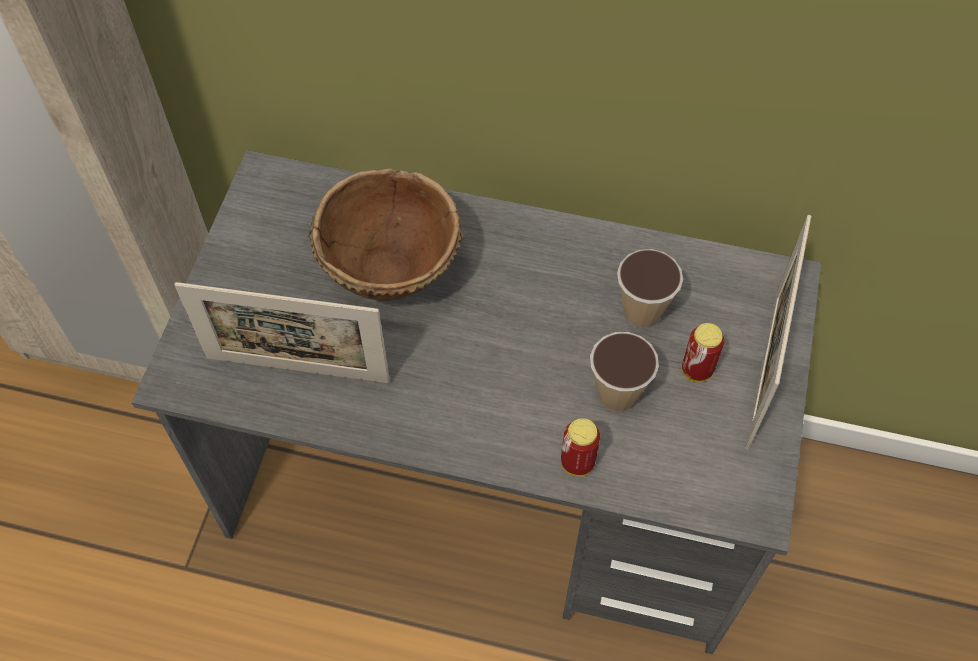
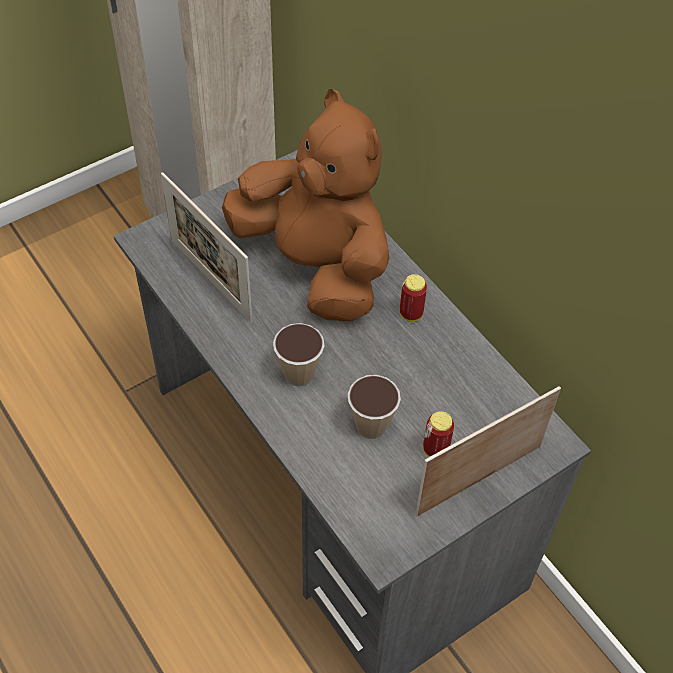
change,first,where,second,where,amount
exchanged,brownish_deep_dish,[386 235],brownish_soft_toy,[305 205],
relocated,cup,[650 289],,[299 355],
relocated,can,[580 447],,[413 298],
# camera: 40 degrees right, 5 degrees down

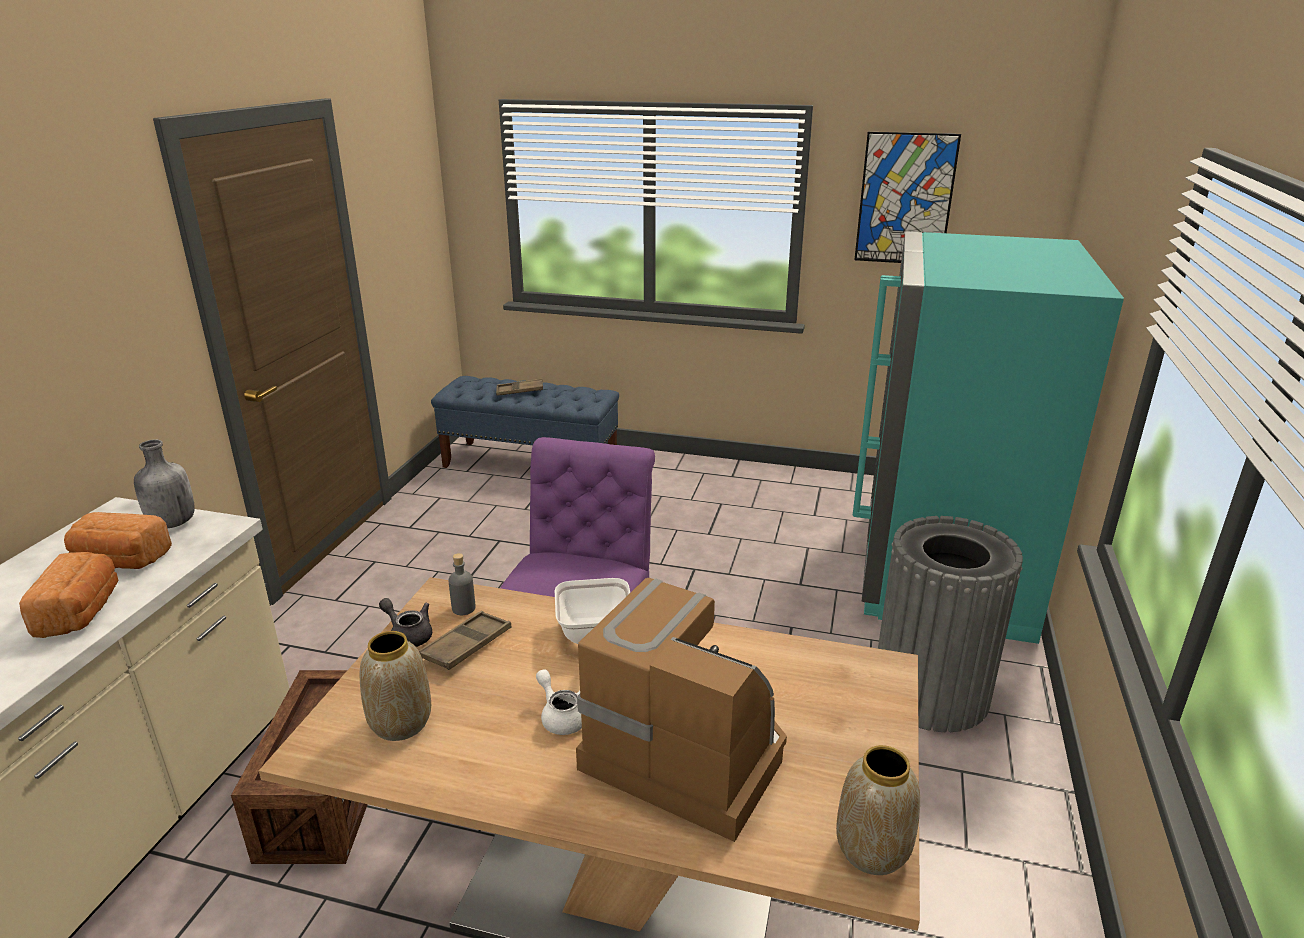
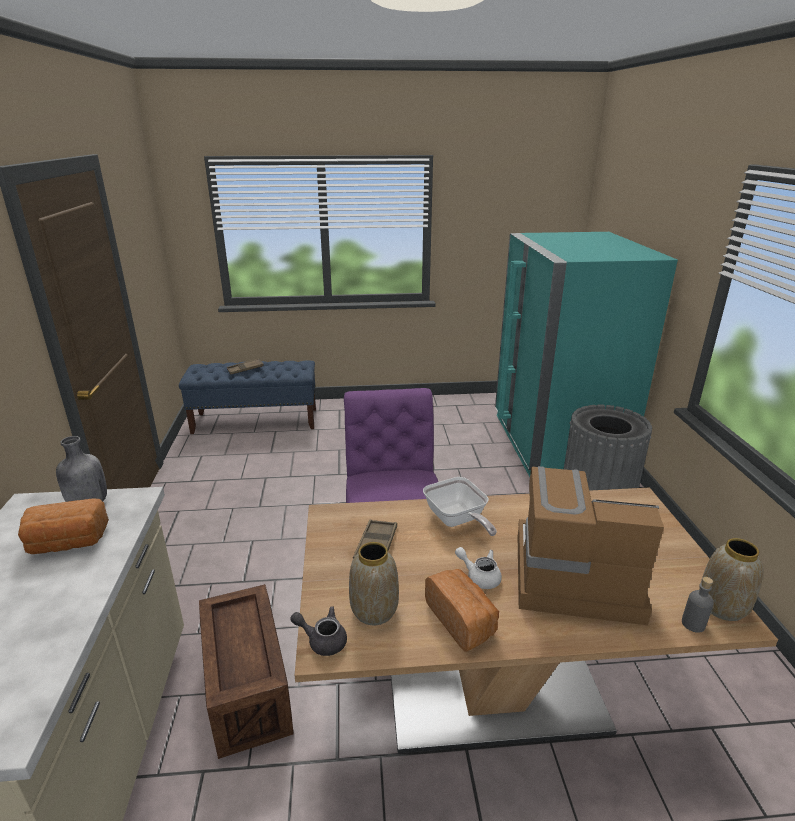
change,first,where,second,where,amount
relocated,gray_teapot,[405 622],,[318 631],
relocated,bakery_bread,[69 595],,[462 610],
relocated,gray_beverage_bottle,[462 584],,[698 605],
missing,wall_picture,[907 197],,,
# camera: 20 degrees left, 0 degrees up

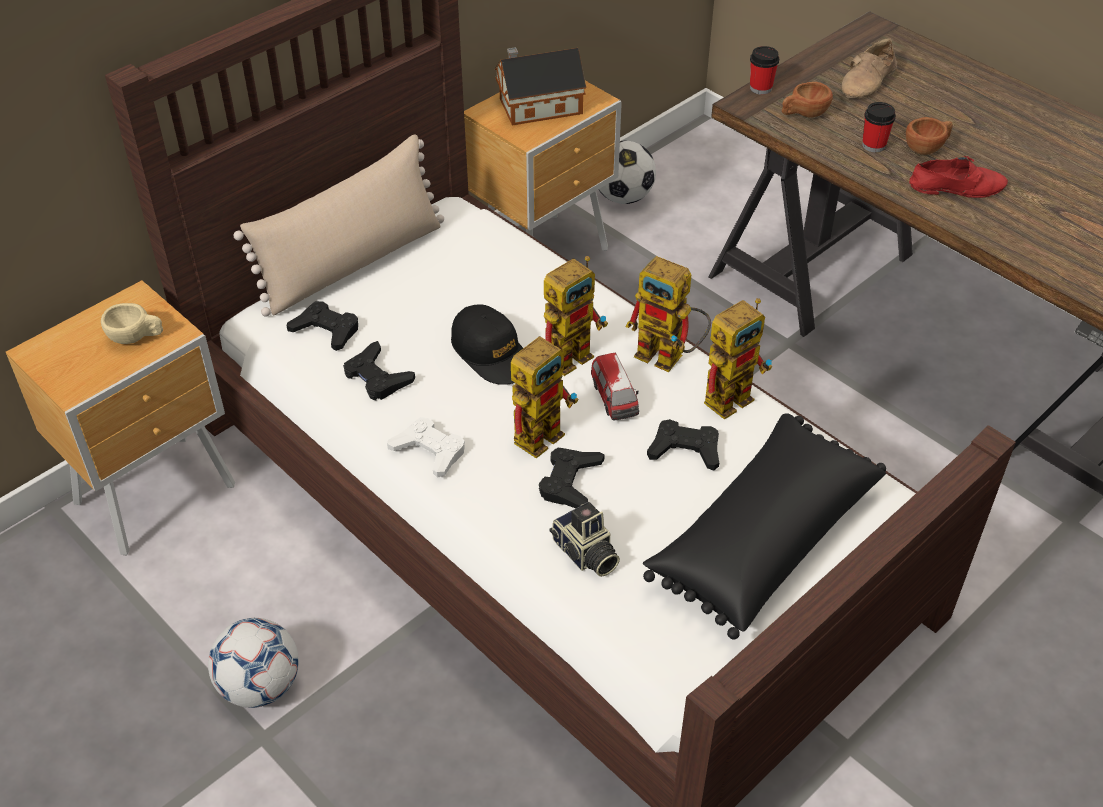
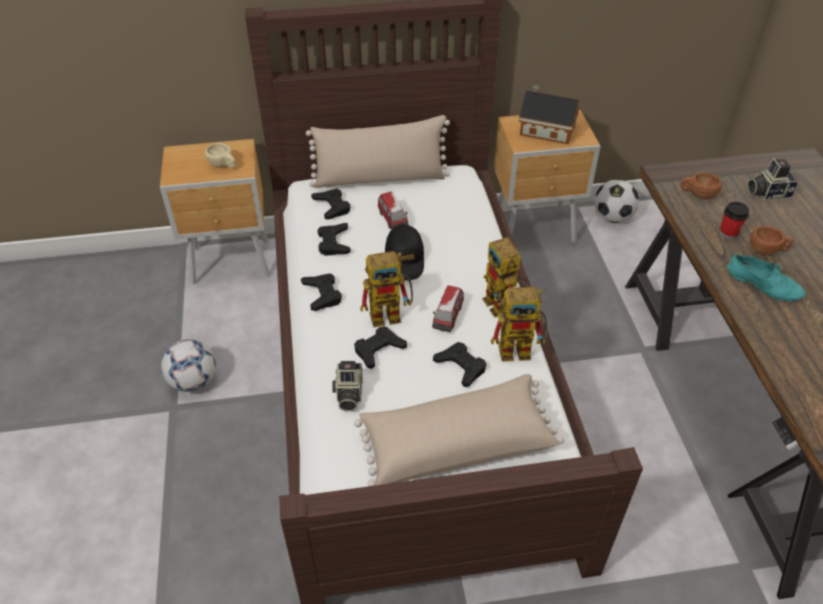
change,first,where,second,where,amount
colour,white-coloured_game_controller,[426 447],blackish_game_controller,[321 292],
colour,blackish_throw_pillow,[764 526],sand-coloured_throw_pillow,[459 430],
appeared,,,model_car,[393 210],
colour,reddish_low_shoe,[958 177],blue-green_low_shoe,[766 277],
exchanged,sand-coloured_low_shoe,[869 68],still_camera,[772 179],
missing,model_robot,[576 316],,,
missing,cup,[764 70],,,
# camera: 35 degrees right, 0 degrees up

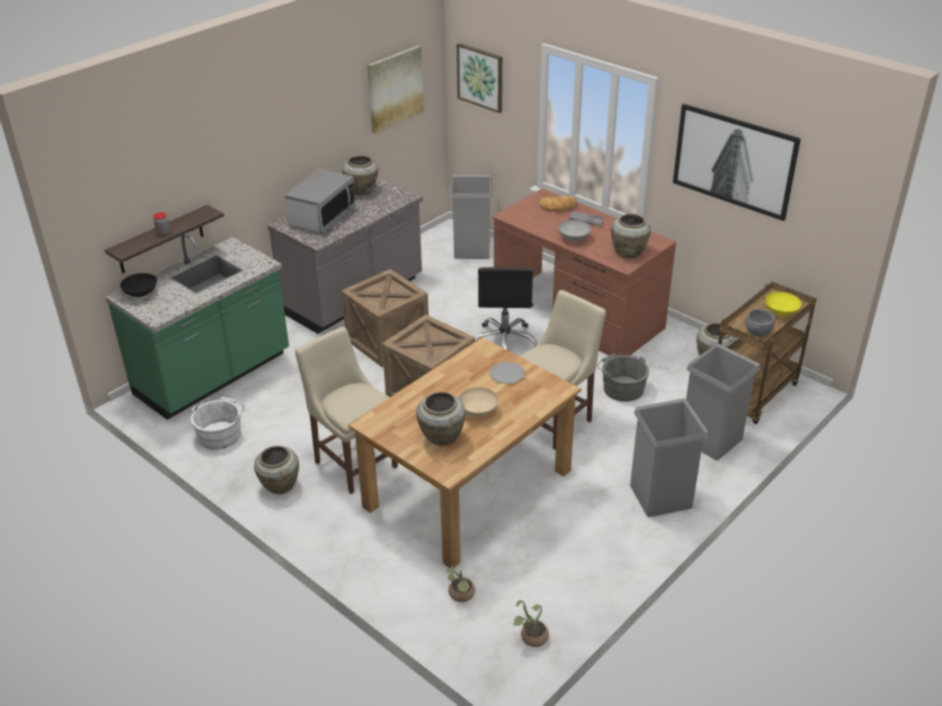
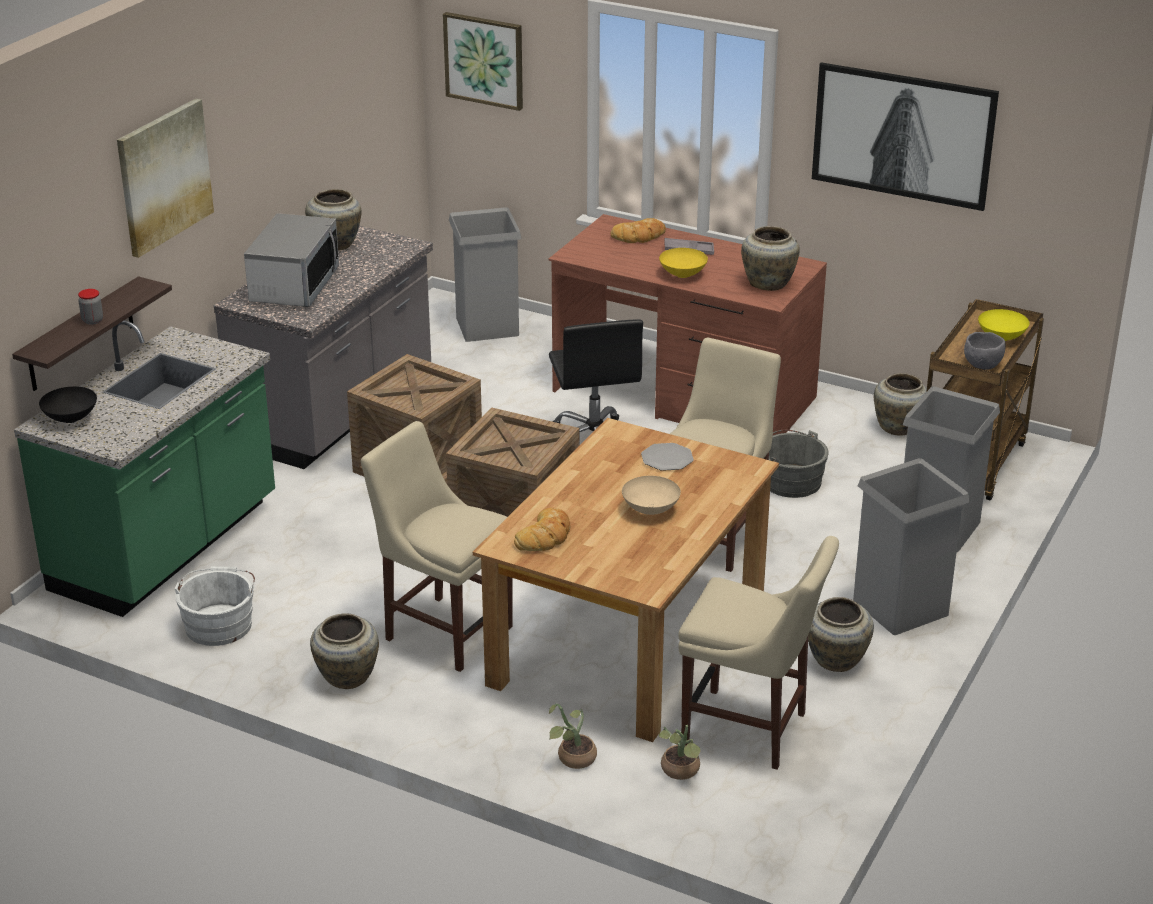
change,first,where,second,where,amount
relocated,wall_picture,[395 89],,[165 178],
appeared,,,bakery_bread,[542 529],
relocated,plant_in_a_pot,[531 623],,[573 736],
colour,gray_deep_dish,[574 230],yellow_deep_dish,[683 263],
appeared,,,sand-coloured_chair,[758 653],
relocated,sand-coloured_decorative_vase,[441 419],,[841 634],
# camera: 15 degrees left, 5 degrees down

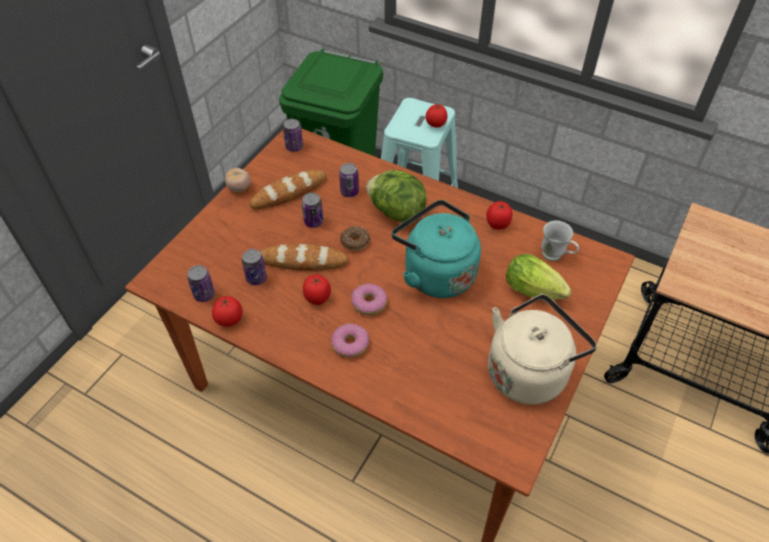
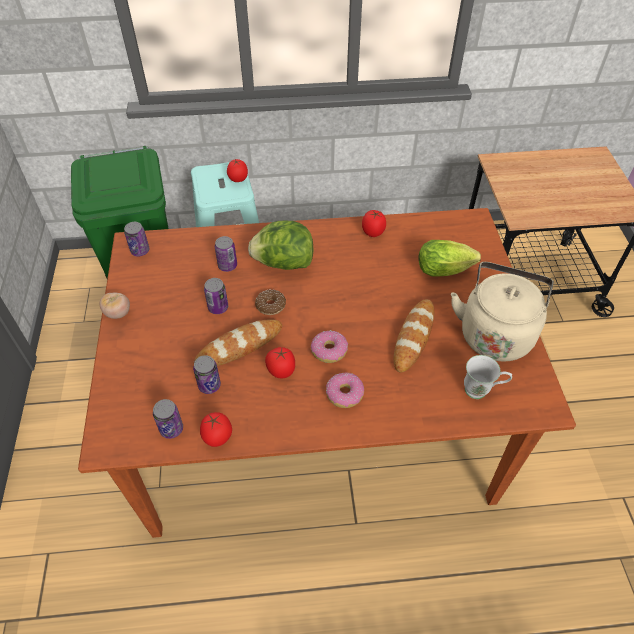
change,first,where,second,where,amount
relocated,bakery_bread,[287 189],,[414 335],
relocated,white-coloured_coffee_mug,[560 240],,[488 377],
missing,blue-green_kettle,[436 249],,,
# camera: 35 degrees left, 0 degrees up

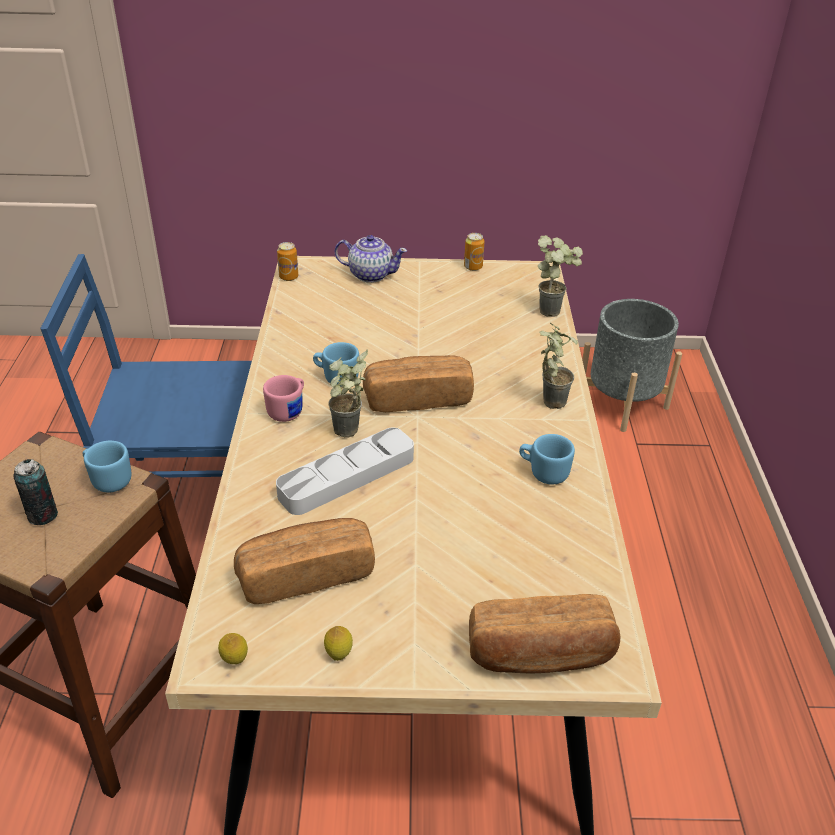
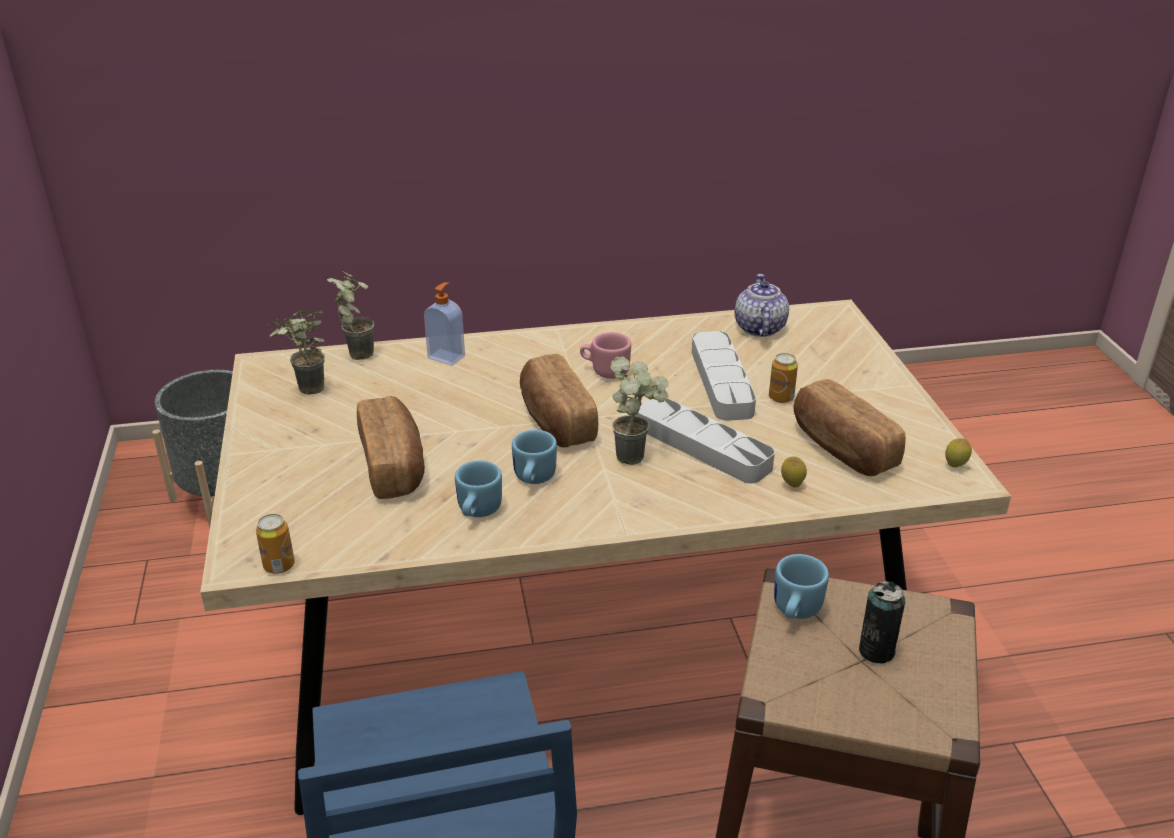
change,first,where,second,where,amount
relocated,plant_in_a_pot,[559 366],,[296 352],
relocated,bakery_bread,[544 633],,[391 447],
appeared,,,liquid_soap_bottle,[444 324],
relocated,blue-coloured_coffee_mug,[547 459],,[478 488],
relocated,pinkish_coffee_mug,[283 398],,[605 355],
appeared,,,gray_carrying_tray,[724 376],
relocated,teapot,[371 259],,[762 305],
relocated,can,[474 252],,[783 378],
relocated,lemon,[338 643],,[794 471],
# camera: 100 degrees left, 5 degrees down

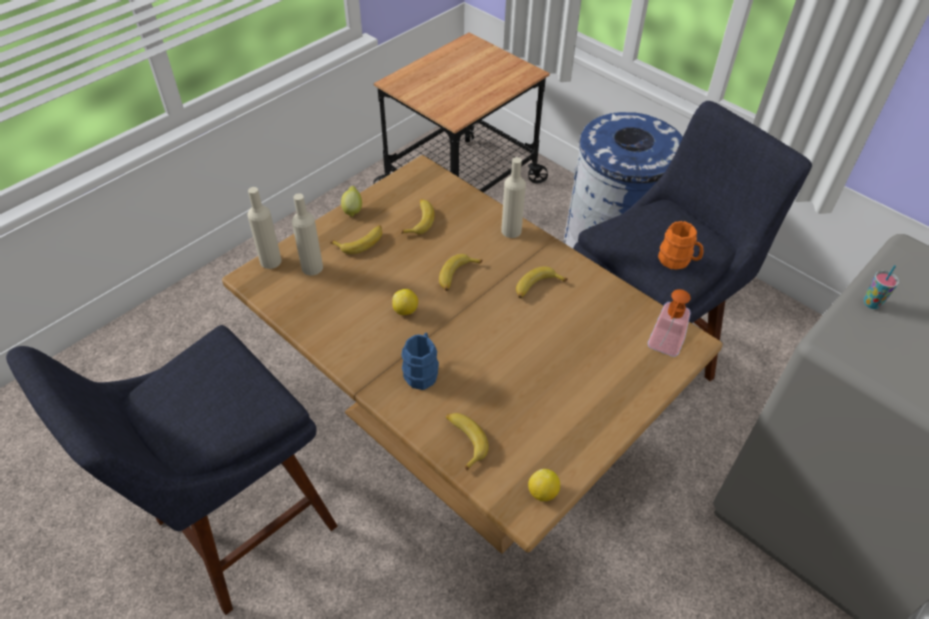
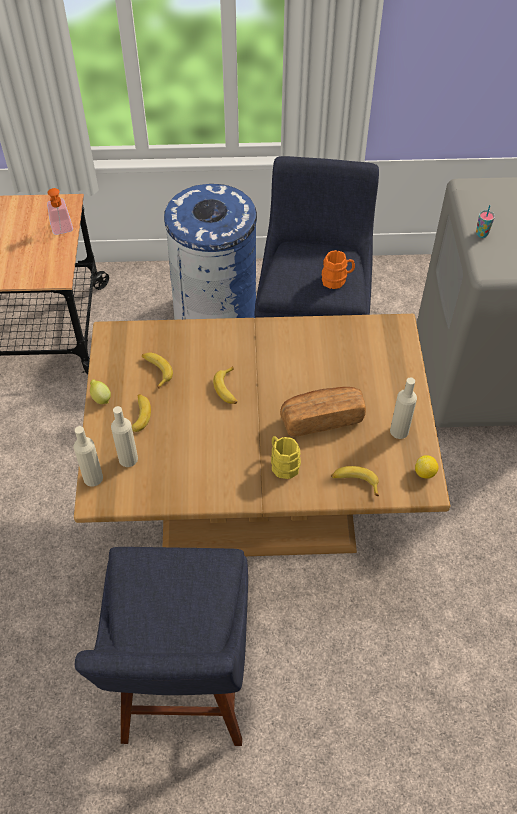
change,first,where,second,where,amount
relocated,liquid_soap_bottle,[669 323],,[60 211],
colour,blue-coloured_coffee_mug,[420 361],yellow_coffee_mug,[286 457],
appeared,,,bakery_bread,[323 411],
relocated,sand-coloured_beverage_bottle,[513 197],,[403 408],
missing,lemon,[405 302],,,
missing,whole_banana,[542 282],,,
# camera: 45 degrees left, 5 degrees up

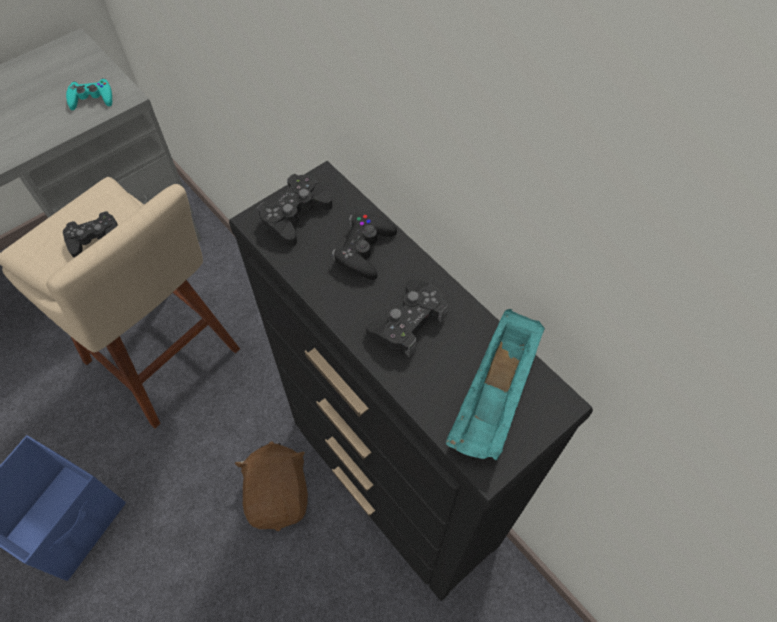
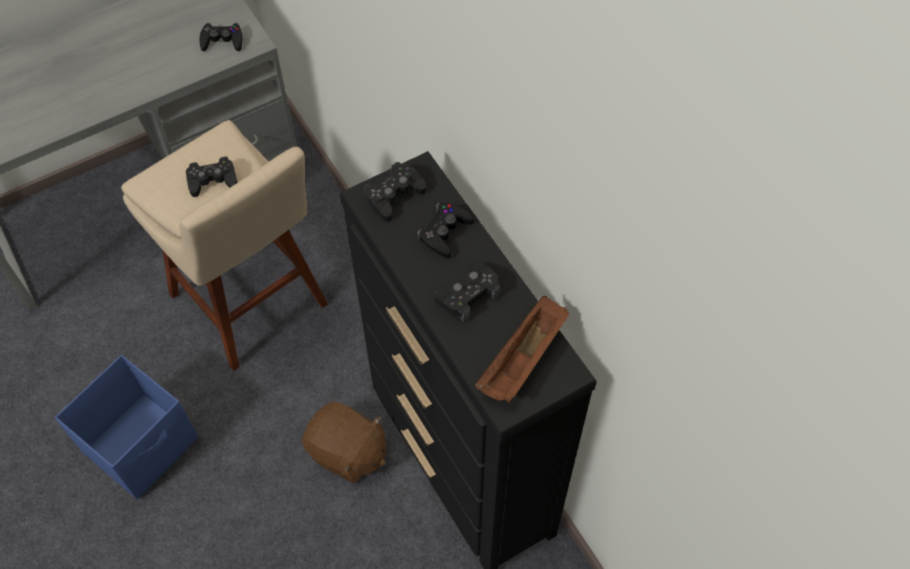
change,first,where,second,where,amount
colour,blue-green_game_controller,[89 94],blackish_game_controller,[221 37],
spun,brownish_soft_toy,[271 486],,[344 442],120 degrees clockwise
colour,blue-green_carrying_tray,[495 384],brownish_carrying_tray,[522 349],
# camera: 10 degrees right, 0 degrees up

